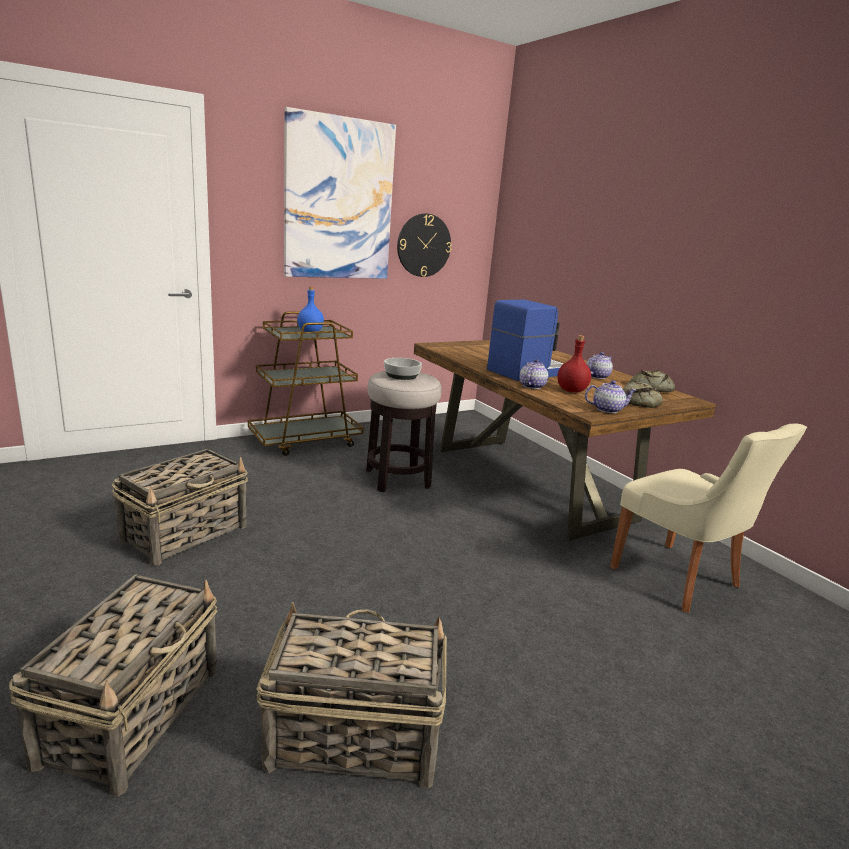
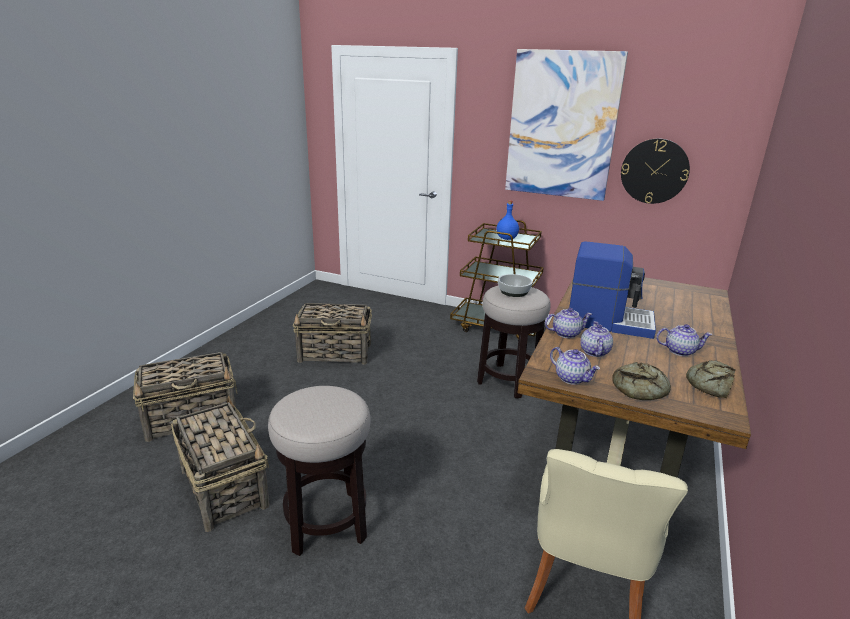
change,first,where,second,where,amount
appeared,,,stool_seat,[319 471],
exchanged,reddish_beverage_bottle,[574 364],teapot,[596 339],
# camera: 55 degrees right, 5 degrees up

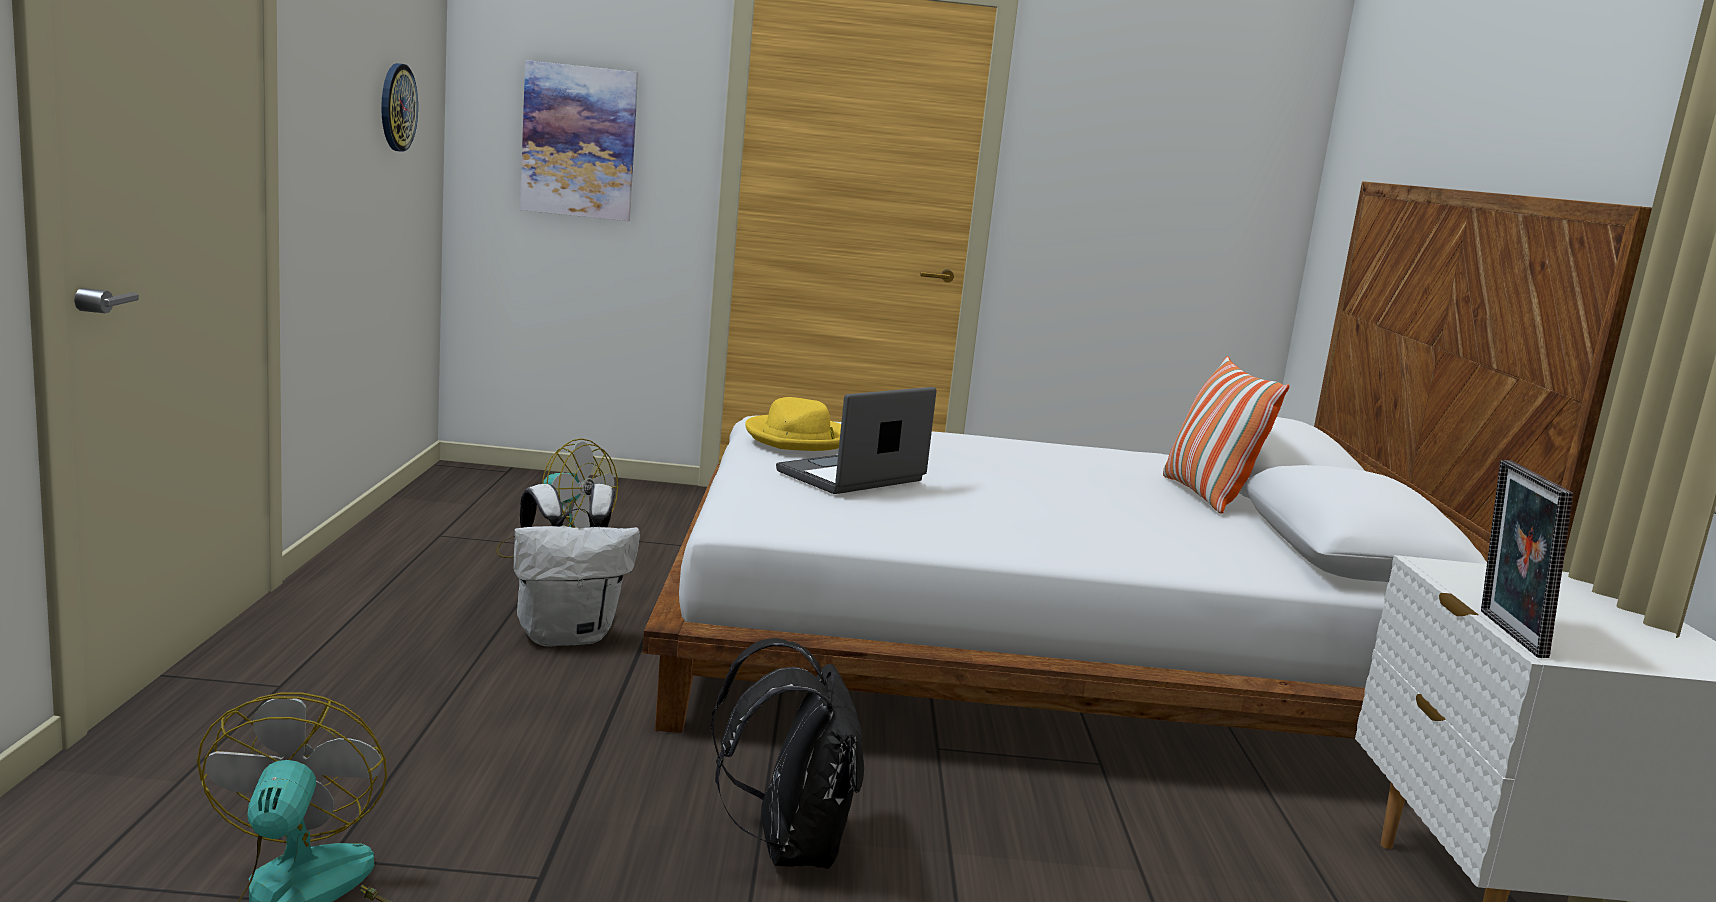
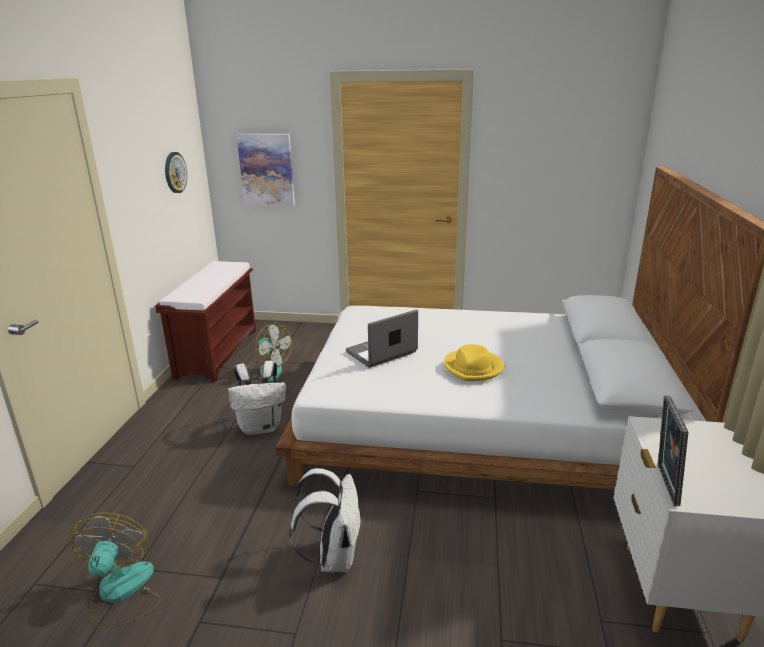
change,first,where,second,where,amount
appeared,,,brownish_long_seat,[205 321],
colour,blackish_knapsack,[787 753],white-coloured_knapsack,[325 520],
relocated,yellow_clothing_hat,[793 424],,[474 362],
missing,throw_pillow,[1226 435],,,
# camera: 10 degrees right, 10 degrees up

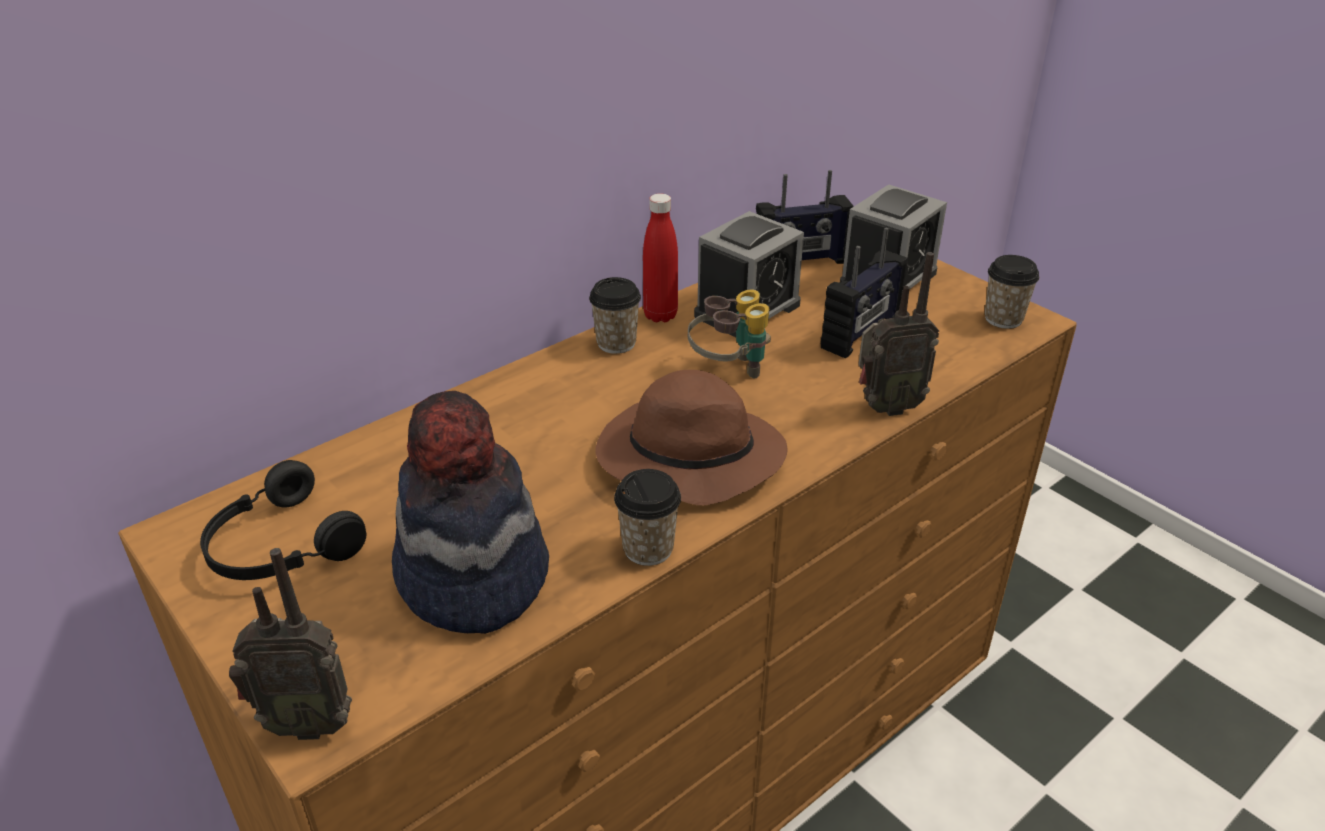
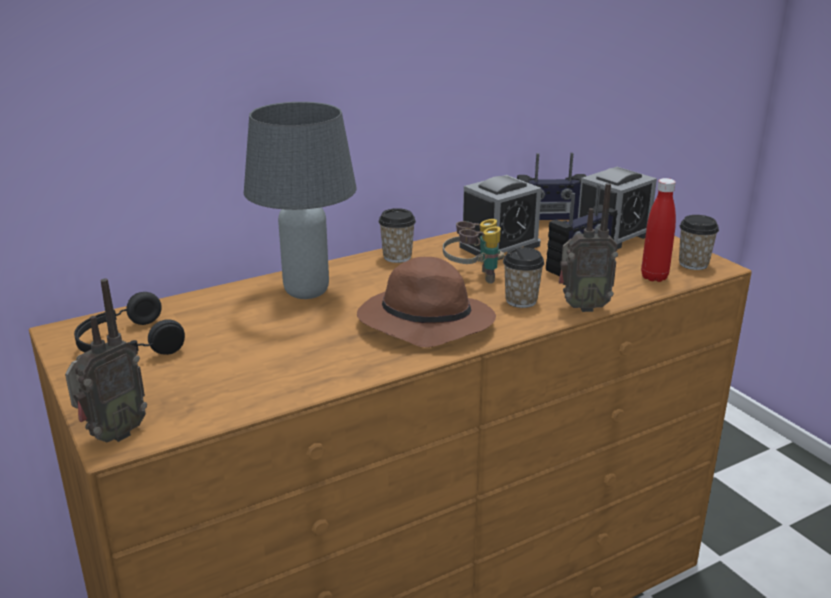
change,first,where,second,where,amount
spun,radio_receiver,[290 644],,[106 360],60 degrees counterclockwise
appeared,,,gray_lamp_for_a_table,[300 200],
relocated,cup,[647 517],,[524 277],
relocated,reddish_beverage_bottle,[660 258],,[658 230],
missing,clothing_hat,[470 512],,,
# camera: 10 degrees right, 10 degrees down

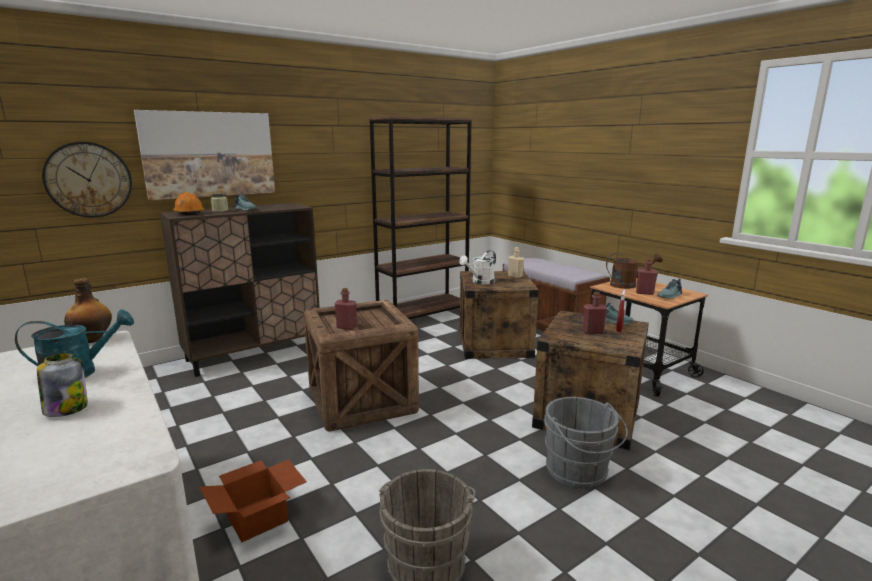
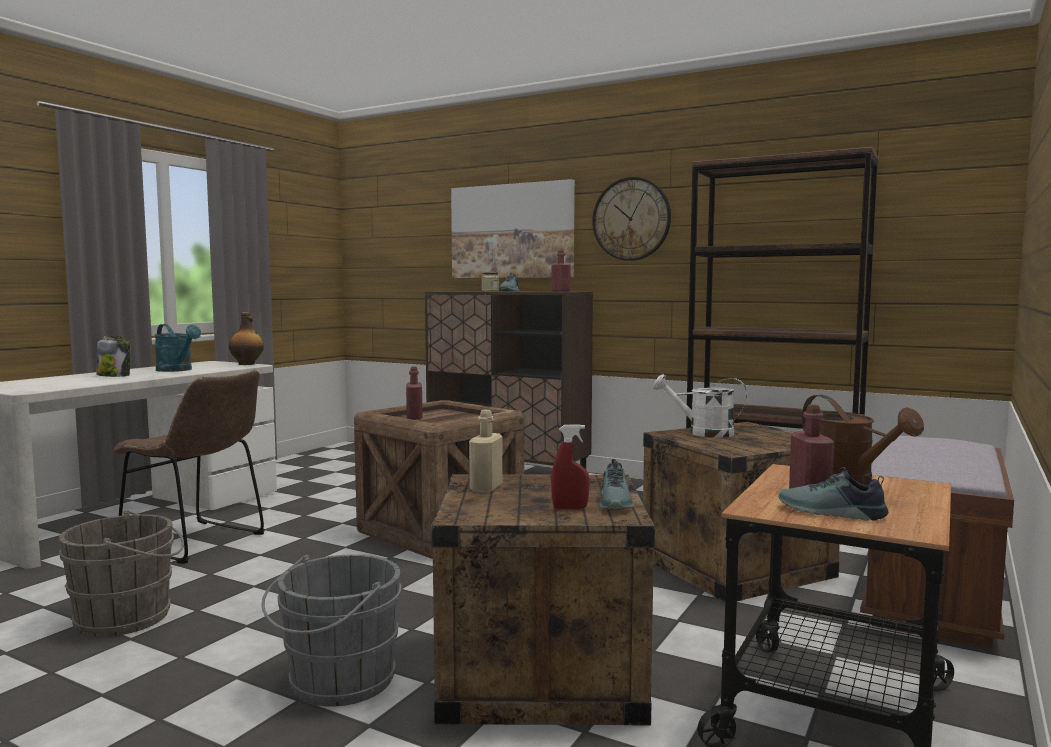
change,first,where,second,where,amount
exchanged,carton,[253 500],brownish_chair,[189 467],
relocated,sand-coloured_beverage_bottle,[516 262],,[486 451],
relocated,reddish_beverage_bottle,[594 313],,[560 271],
relocated,hanging_clock,[87 180],,[631 219],
missing,orange_work_helmet,[188 203],,,
# camera: 65 degrees right, 10 degrees down

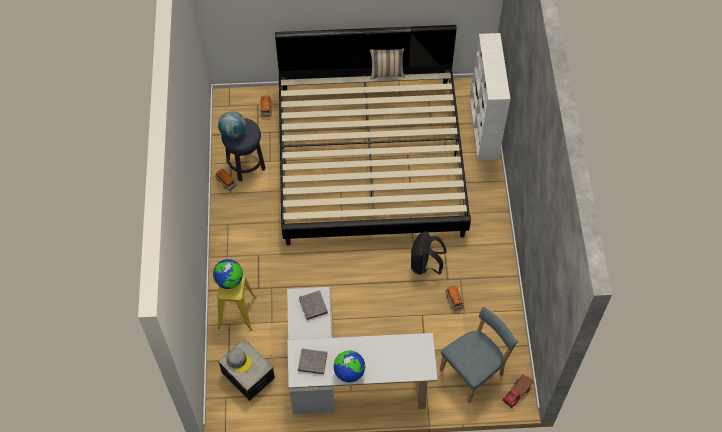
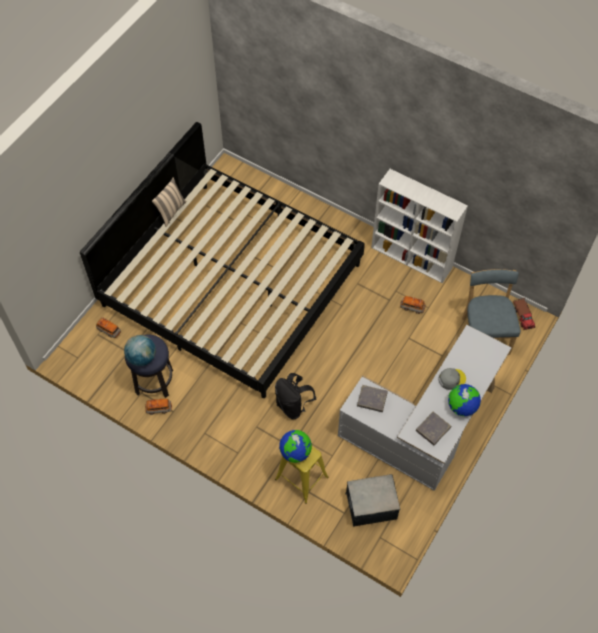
change,first,where,second,where,amount
relocated,blackish_knapsack,[429 253],,[295 396],
relocated,white-coloured_shelving_unit,[490 96],,[419 226],
relocated,gray_peaked_cap,[239 360],,[452 379],
# camera: 55 degrees left, 0 degrees up

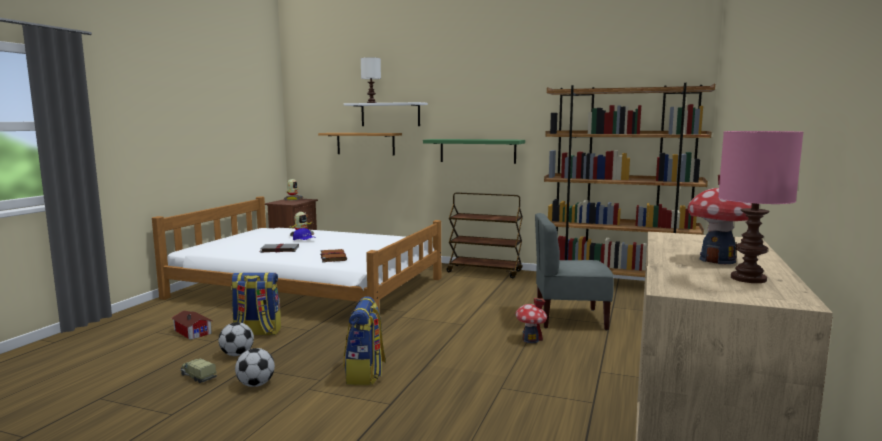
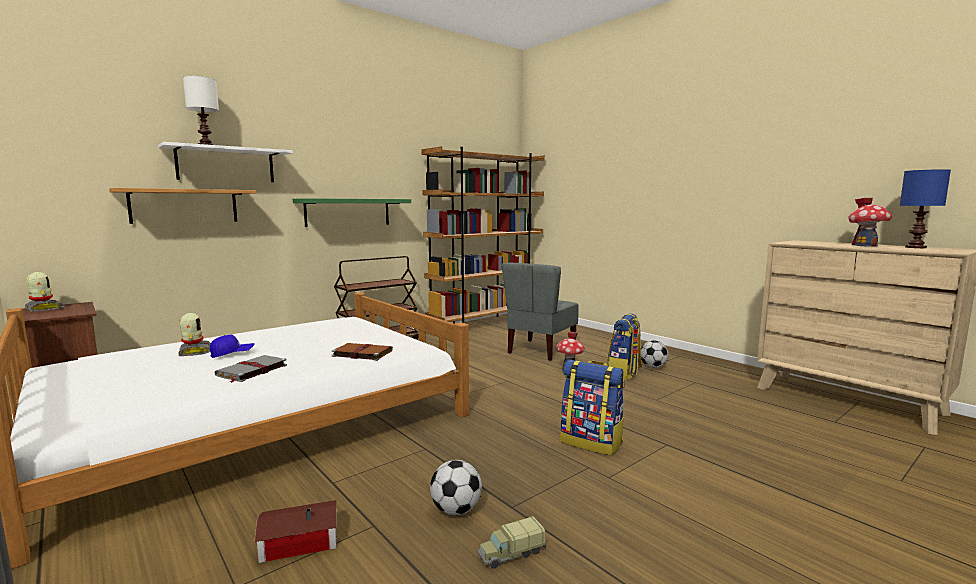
change,first,where,second,where,amount
relocated,knapsack,[256 303],,[624 346],
relocated,football_ball,[255 367],,[655 354],
colour,pinkish_lamp_for_a_table,[760 207],blue-coloured_lamp_for_a_table,[925 208],
# camera: 60 degrees left, 0 degrees up

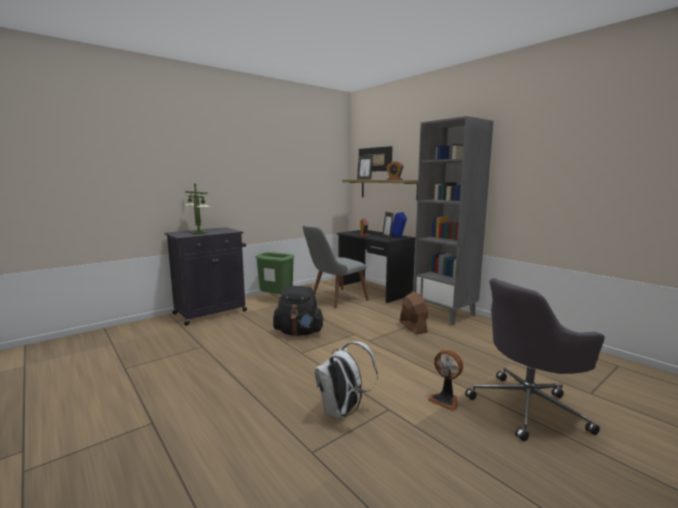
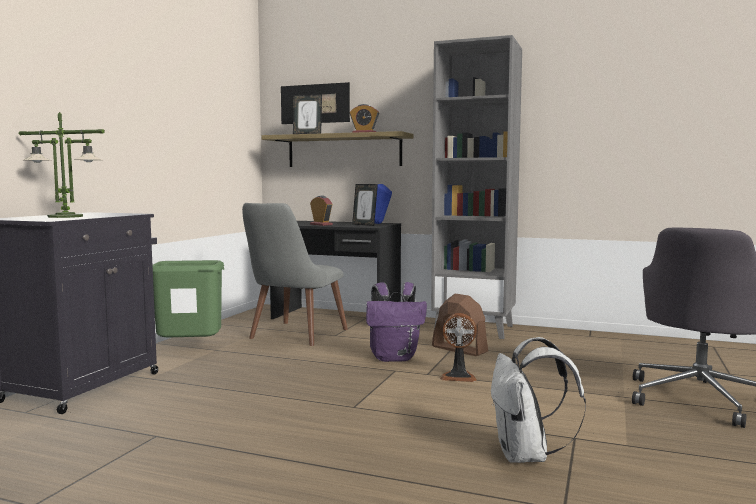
change,first,where,second,where,amount
appeared,,,purplish_knapsack,[396 322],
relocated,fan,[445 380],,[458 347],
missing,blackish_knapsack,[298 311],,,
# camera: 30 degrees left, 5 degrees down

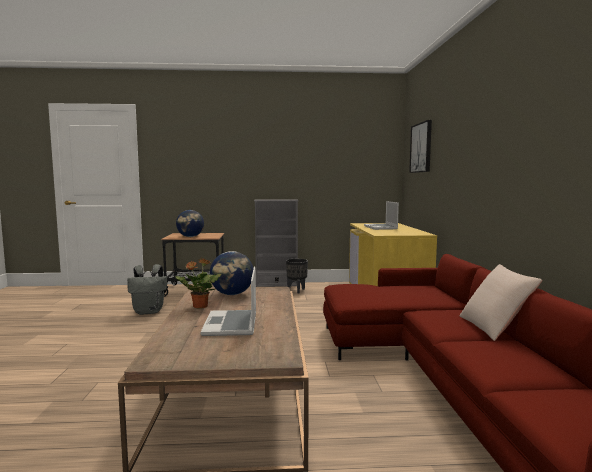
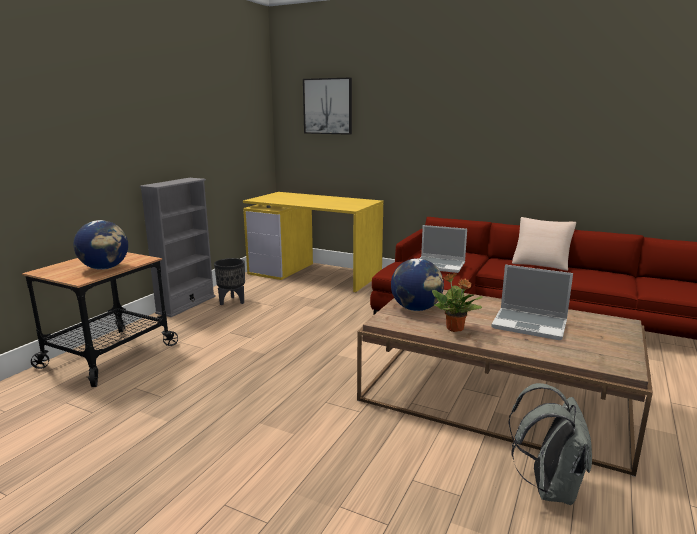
change,first,where,second,where,amount
relocated,laptop,[381 215],,[443 249],
relocated,gray_knapsack,[147 289],,[550 444],
# camera: 60 degrees left, 10 degrees up

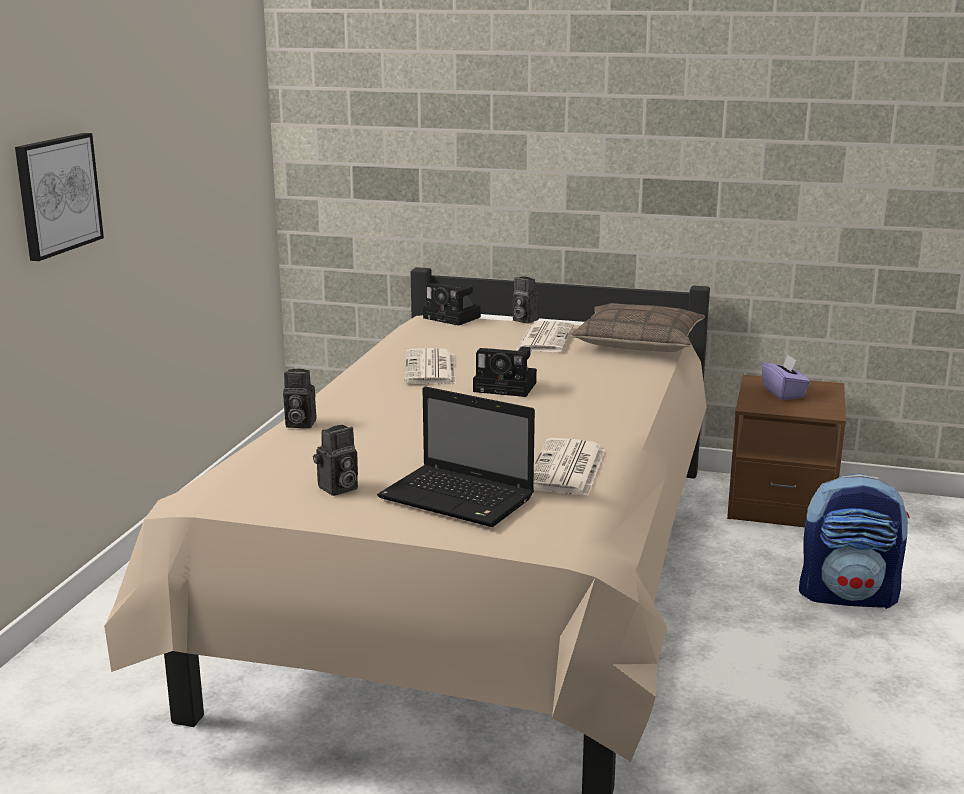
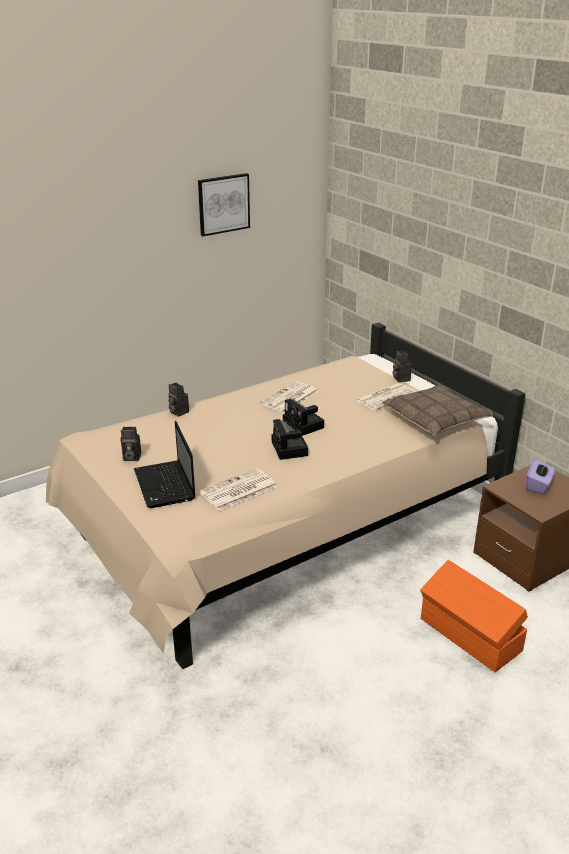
change,first,where,second,where,amount
relocated,wall_picture,[59 197],,[224 204],
relocated,still_camera,[452 304],,[290 439],
exchanged,knapsack,[854 541],orange_storage_bin,[474 616],
# camera: 40 degrees right, 10 degrees up

